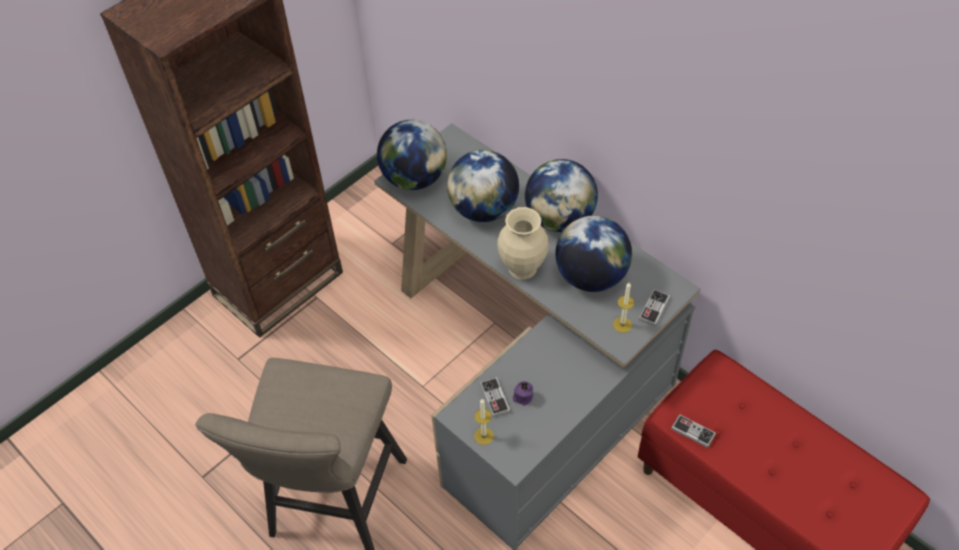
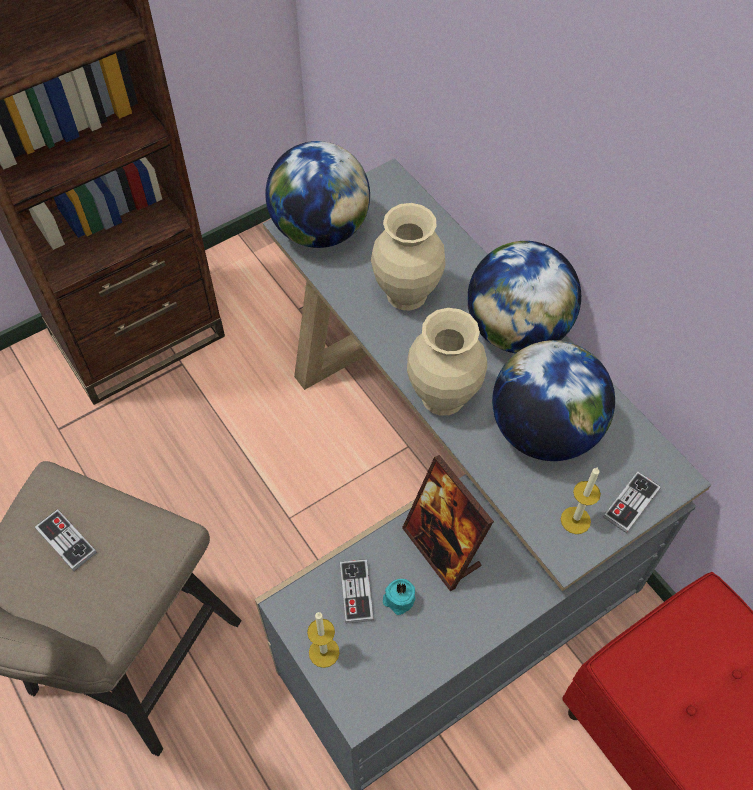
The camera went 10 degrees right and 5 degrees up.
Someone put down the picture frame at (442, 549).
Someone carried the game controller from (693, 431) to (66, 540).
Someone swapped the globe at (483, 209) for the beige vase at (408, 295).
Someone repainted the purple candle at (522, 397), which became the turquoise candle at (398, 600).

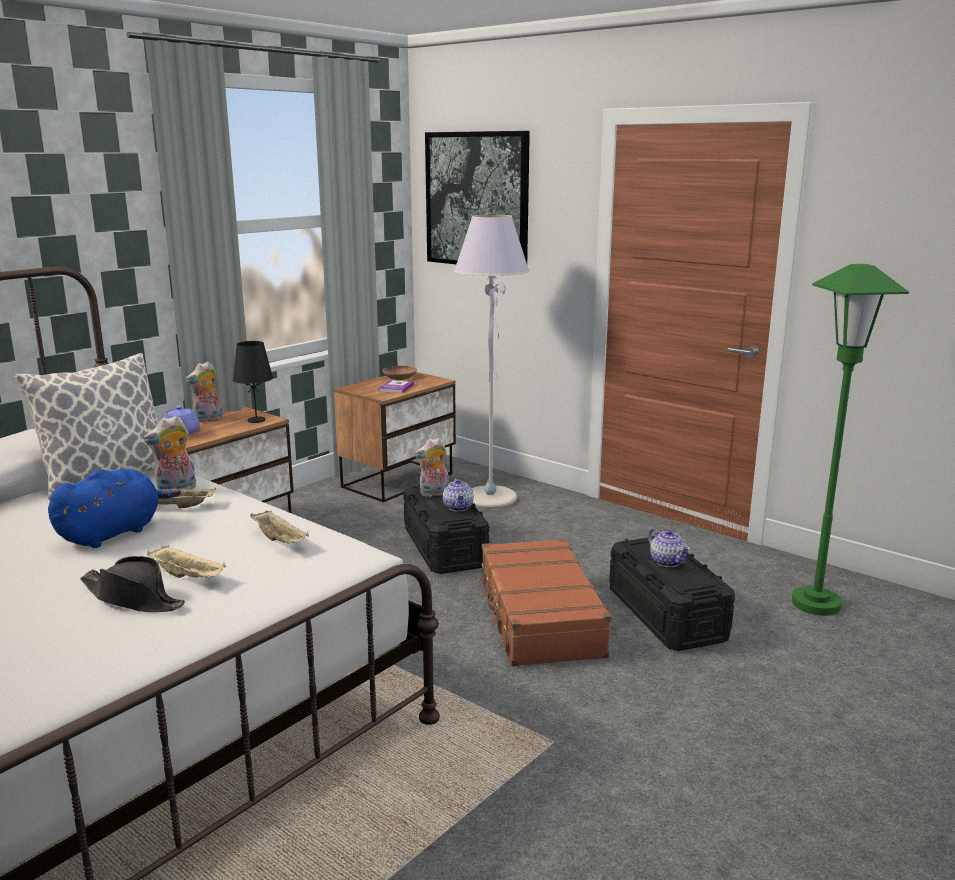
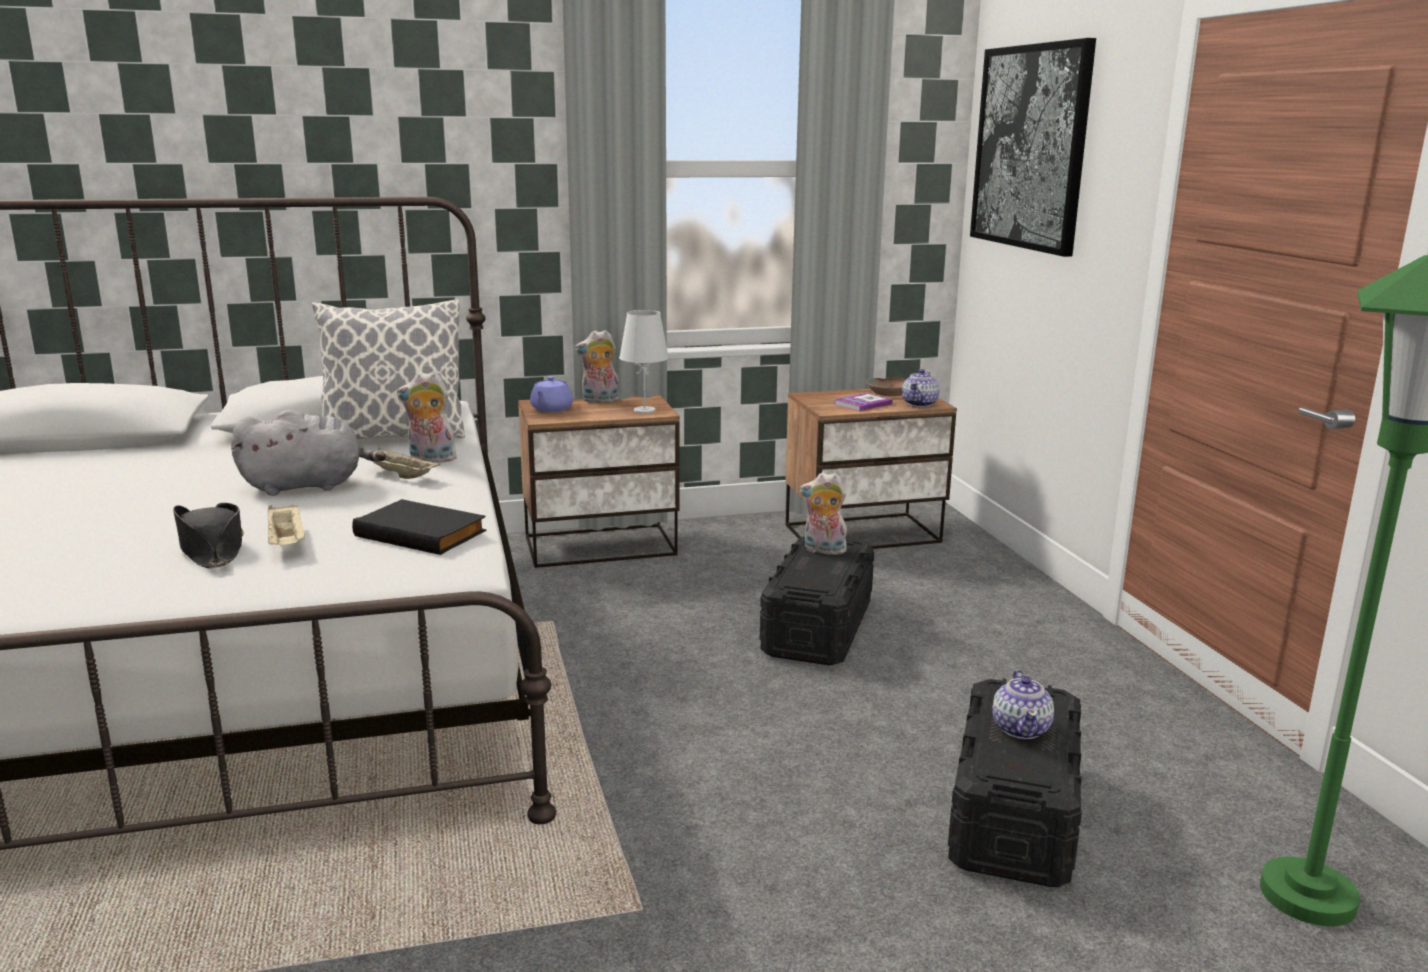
The camera went 35 degrees right and 0 degrees up.
Someone took away the grey floor lamp at (490, 498).
Someone took away the brown suitcase at (538, 617).
Someone carried the teapot from (458, 507) to (920, 404).
Someone swapped the beige tray at (280, 540) for the black book at (423, 533).
Someone repainted the blue plush toy at (113, 533), which became the grey plush toy at (308, 486).
Someone repainted the black table lamp at (256, 420), which became the white table lamp at (644, 410).

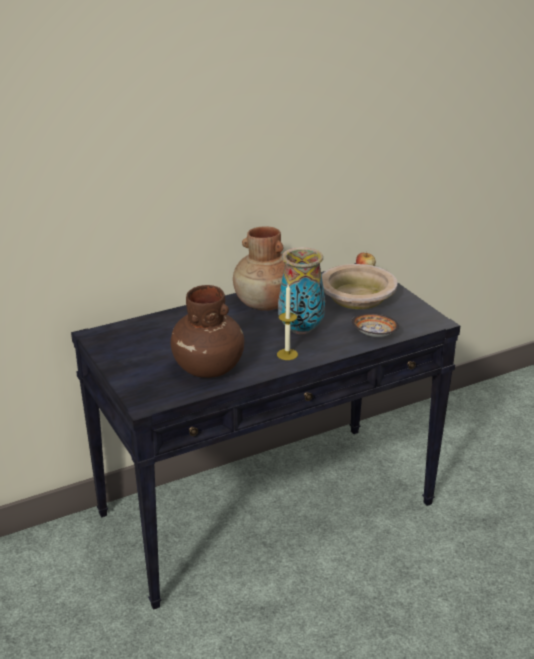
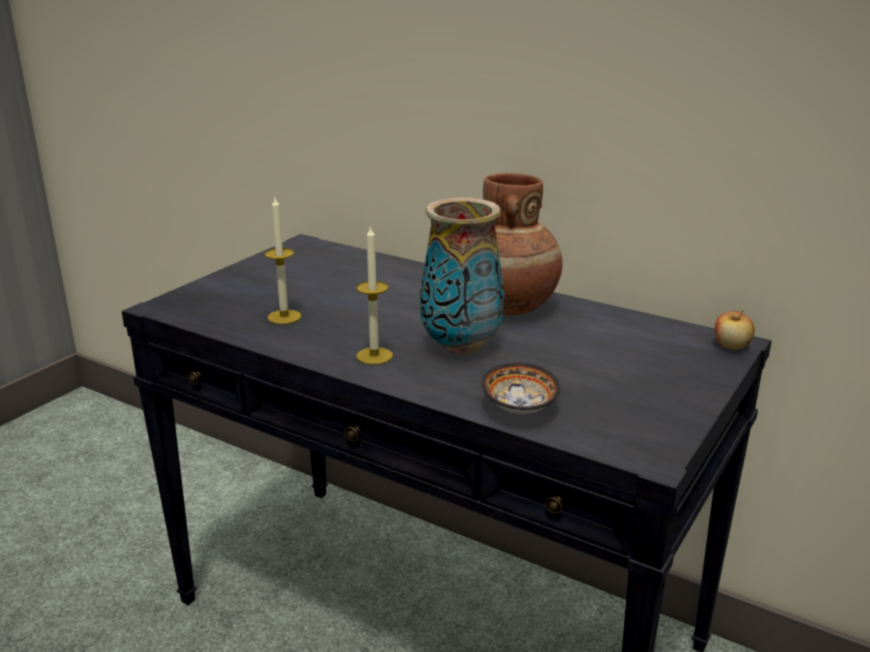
The camera went 60 degrees right and 5 degrees down.
Someone took away the beige bowl at (357, 297).
Someone swapped the brown vase at (208, 368) for the candle at (284, 317).

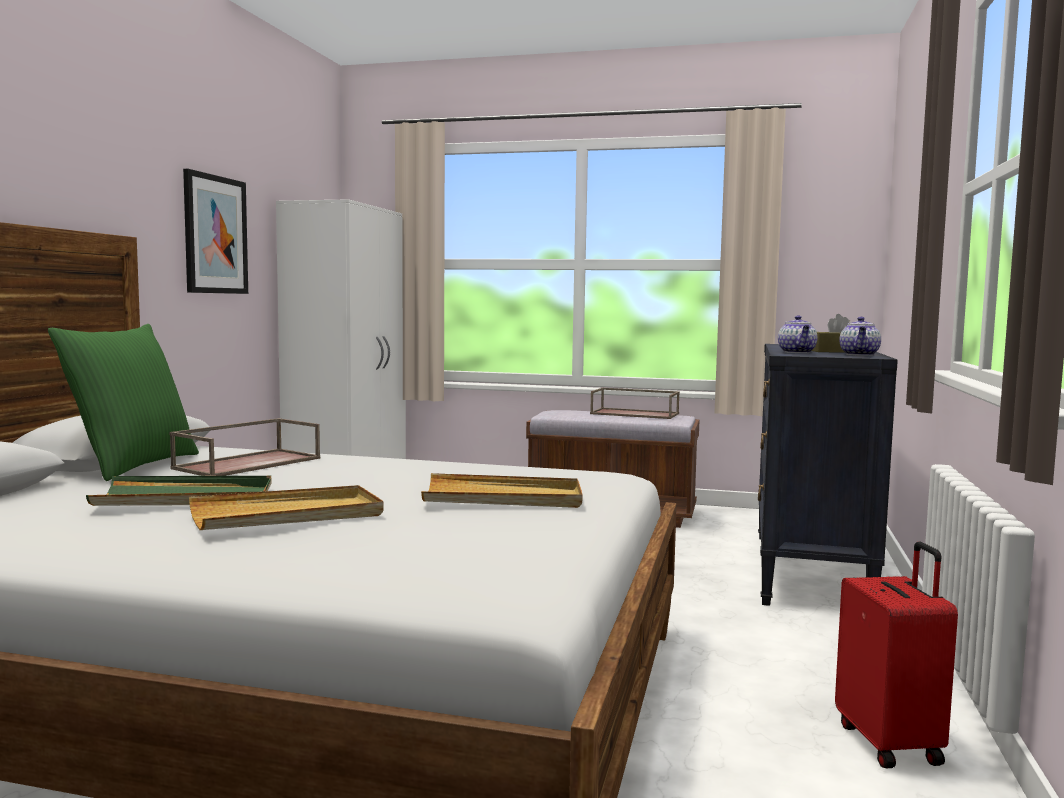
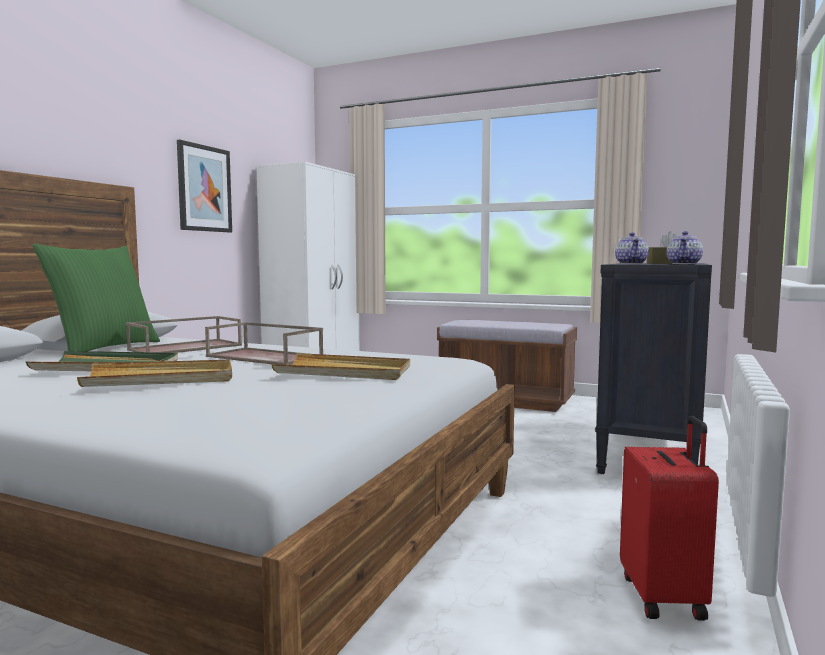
The camera went 10 degrees right and 0 degrees up.
Someone carried the brown tray from (635, 414) to (266, 357).

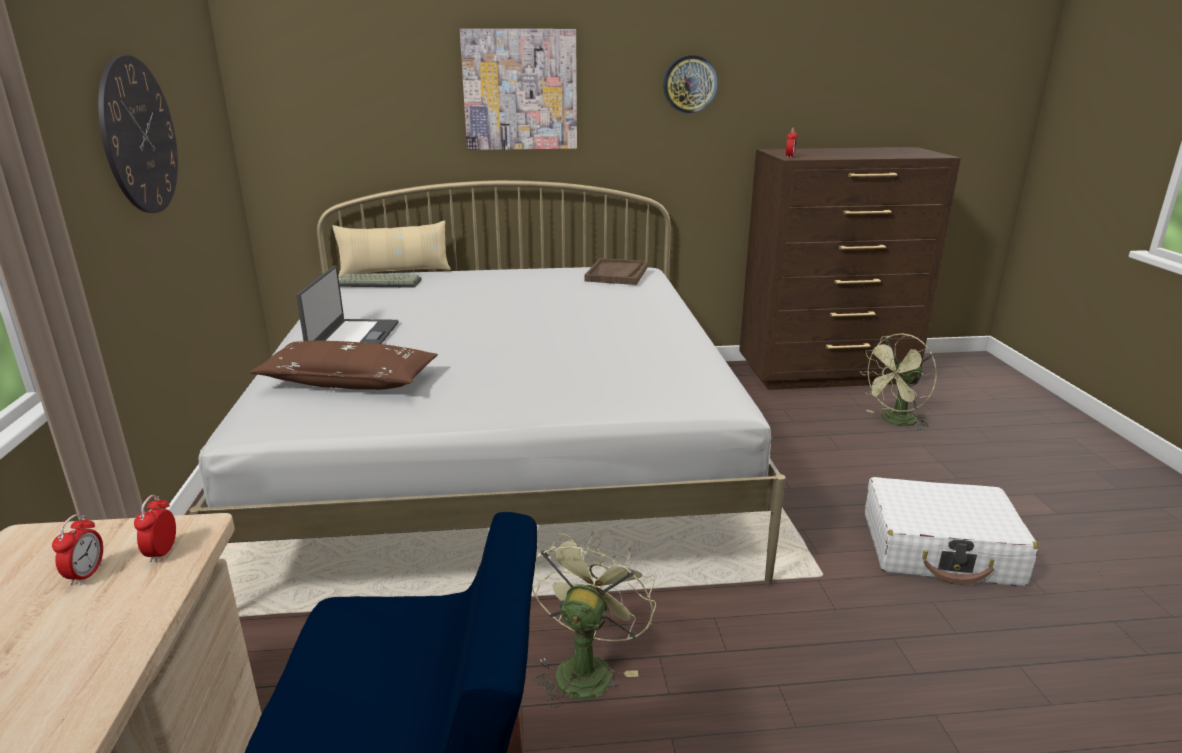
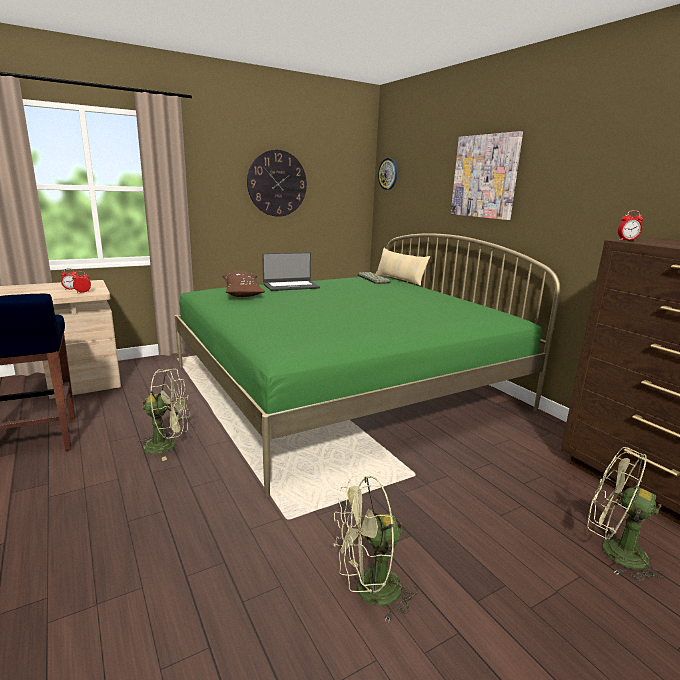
The camera went 65 degrees right and 5 degrees down.
Someone took away the brown tray at (617, 274).
Someone carried the wall clock from (690, 84) to (388, 174).
Someone swapped the white suitcase at (940, 549) for the green fan at (368, 591).
Someone repainted the white bed at (505, 457), which became the green bed at (345, 387).

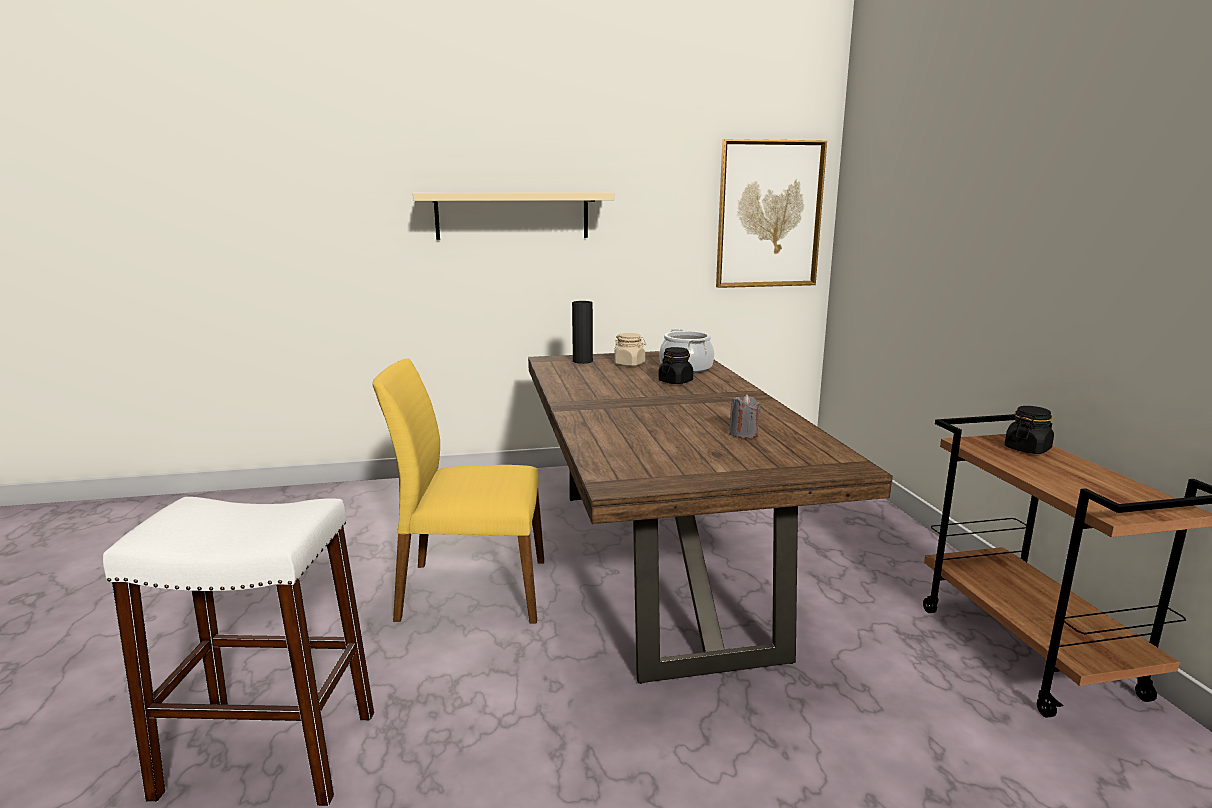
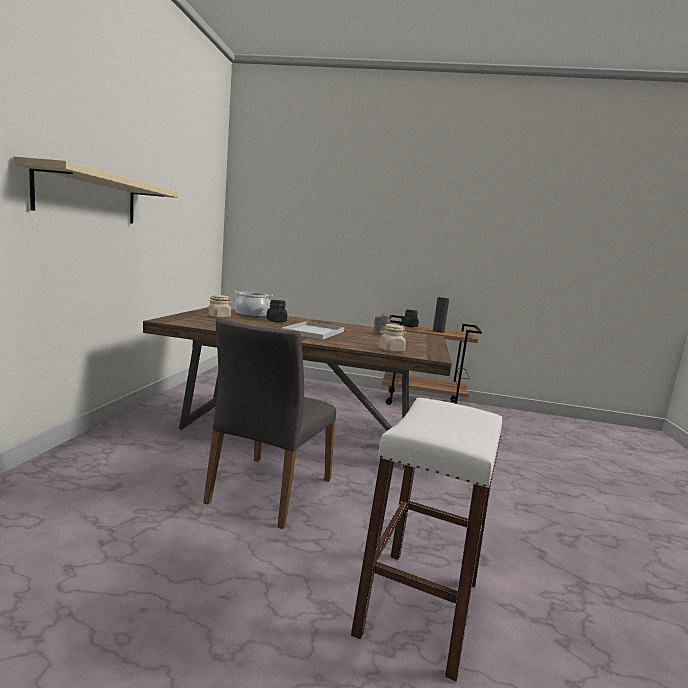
The camera went 70 degrees left and 5 degrees down.
Someone took away the picture at (769, 214).
Someone put down the white tray at (313, 331).
Someone put down the beige jar at (391, 350).
Someone carried the black vase from (582, 361) to (438, 331).
Someone repainted the yellow chair at (471, 590), which became the grey chair at (268, 490).

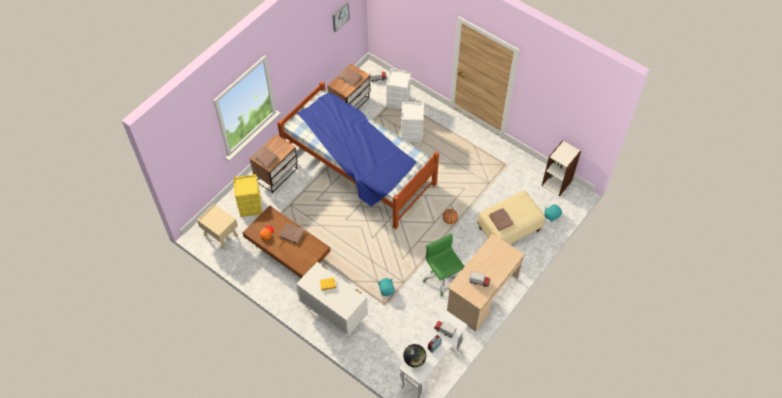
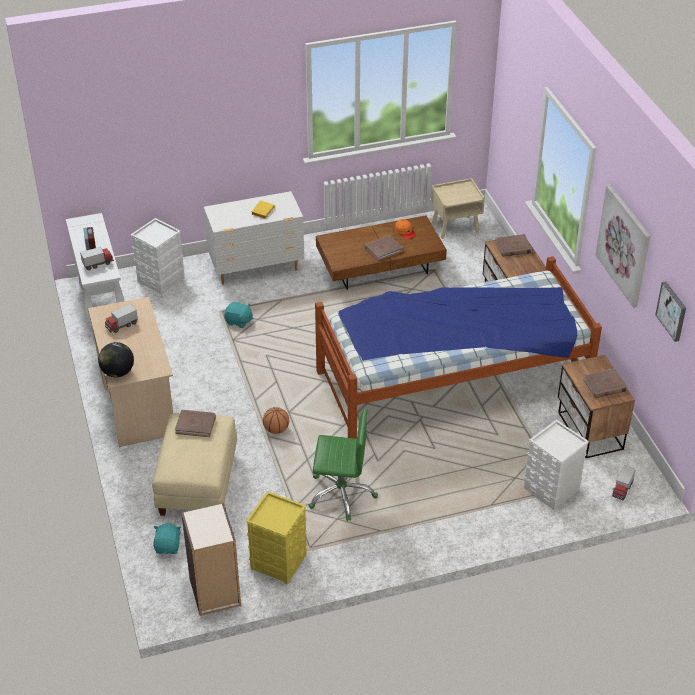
The camera went 125 degrees right and 15 degrees down.
Someone put up the picture at (623, 245).
Someone carried the yellow storage box from (250, 206) to (279, 561).
Someone carried the white storage box from (411, 134) to (161, 279).
Someone carried the globe from (414, 360) to (118, 372).
Someone carried the green office chair from (442, 278) to (341, 494).

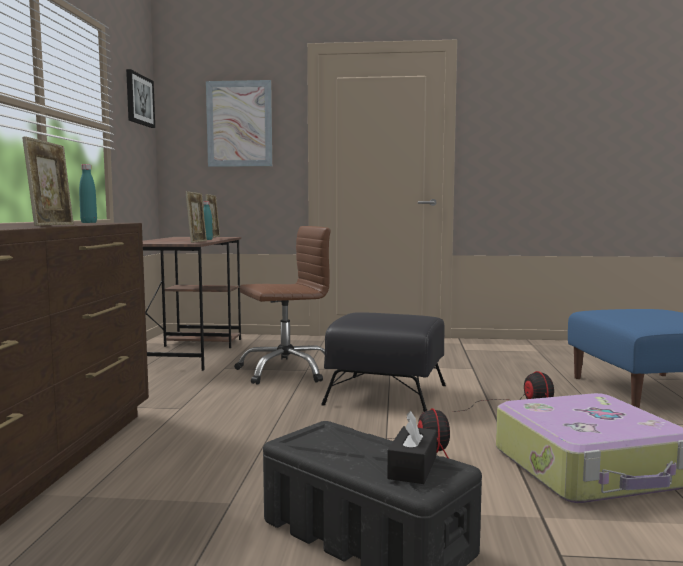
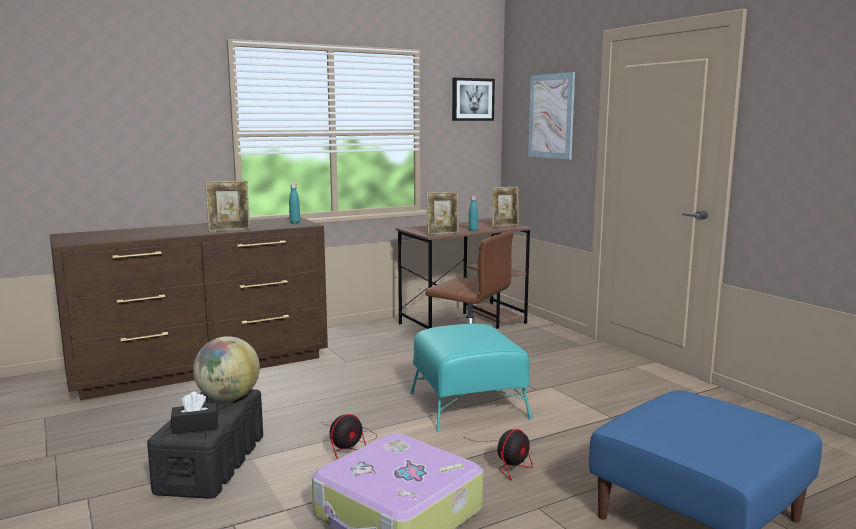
The camera went 55 degrees right and 5 degrees up.
Someone put down the globe at (228, 398).
Someone repainted the black ottoman at (387, 395), which became the turquoise ottoman at (468, 405).

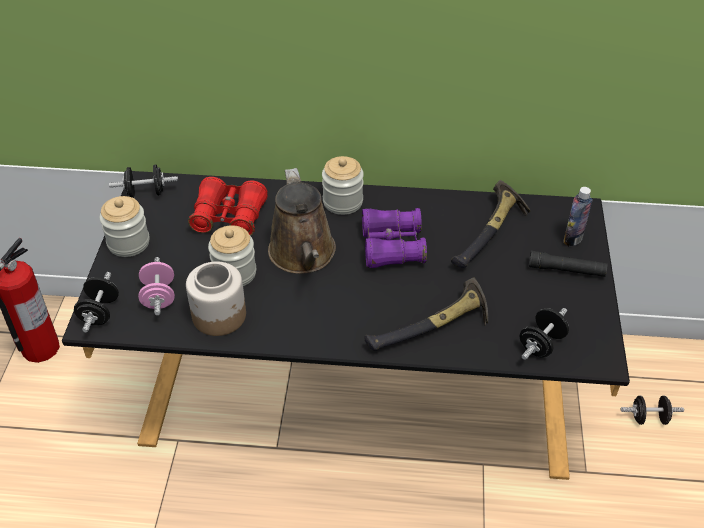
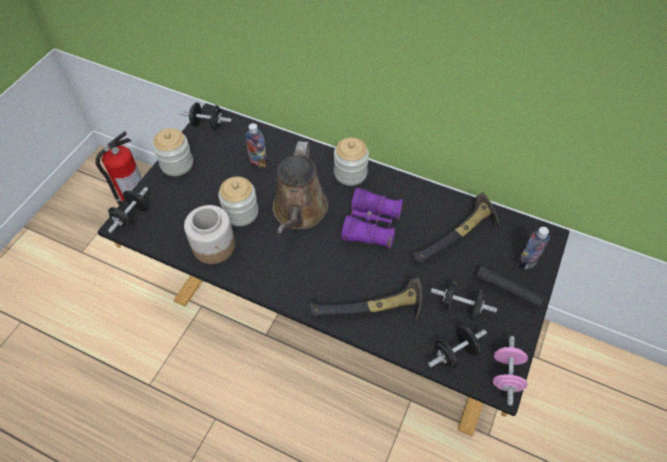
The camera went 20 degrees right and 10 degrees up.
Someone carried the pink dumbbell from (159, 297) to (506, 375).
Someone carried the black dumbbell from (648, 418) to (460, 307).
Someone swapped the red binoculars at (229, 217) for the bottle at (258, 162).

